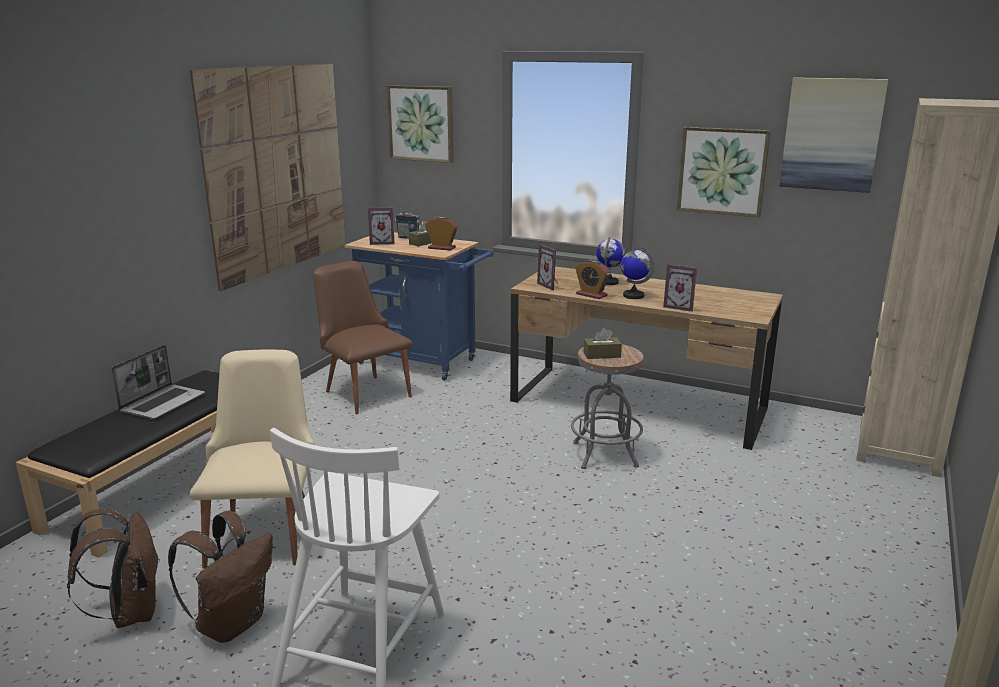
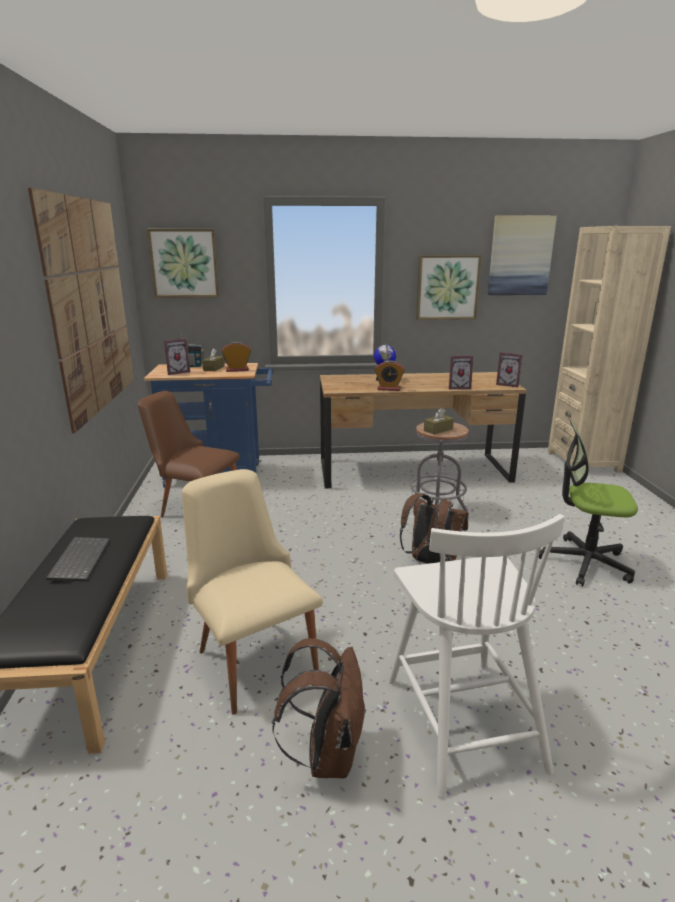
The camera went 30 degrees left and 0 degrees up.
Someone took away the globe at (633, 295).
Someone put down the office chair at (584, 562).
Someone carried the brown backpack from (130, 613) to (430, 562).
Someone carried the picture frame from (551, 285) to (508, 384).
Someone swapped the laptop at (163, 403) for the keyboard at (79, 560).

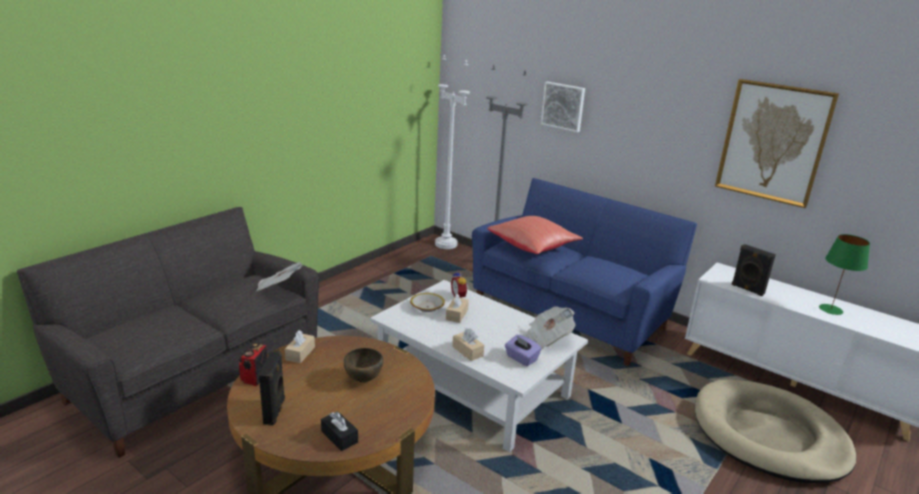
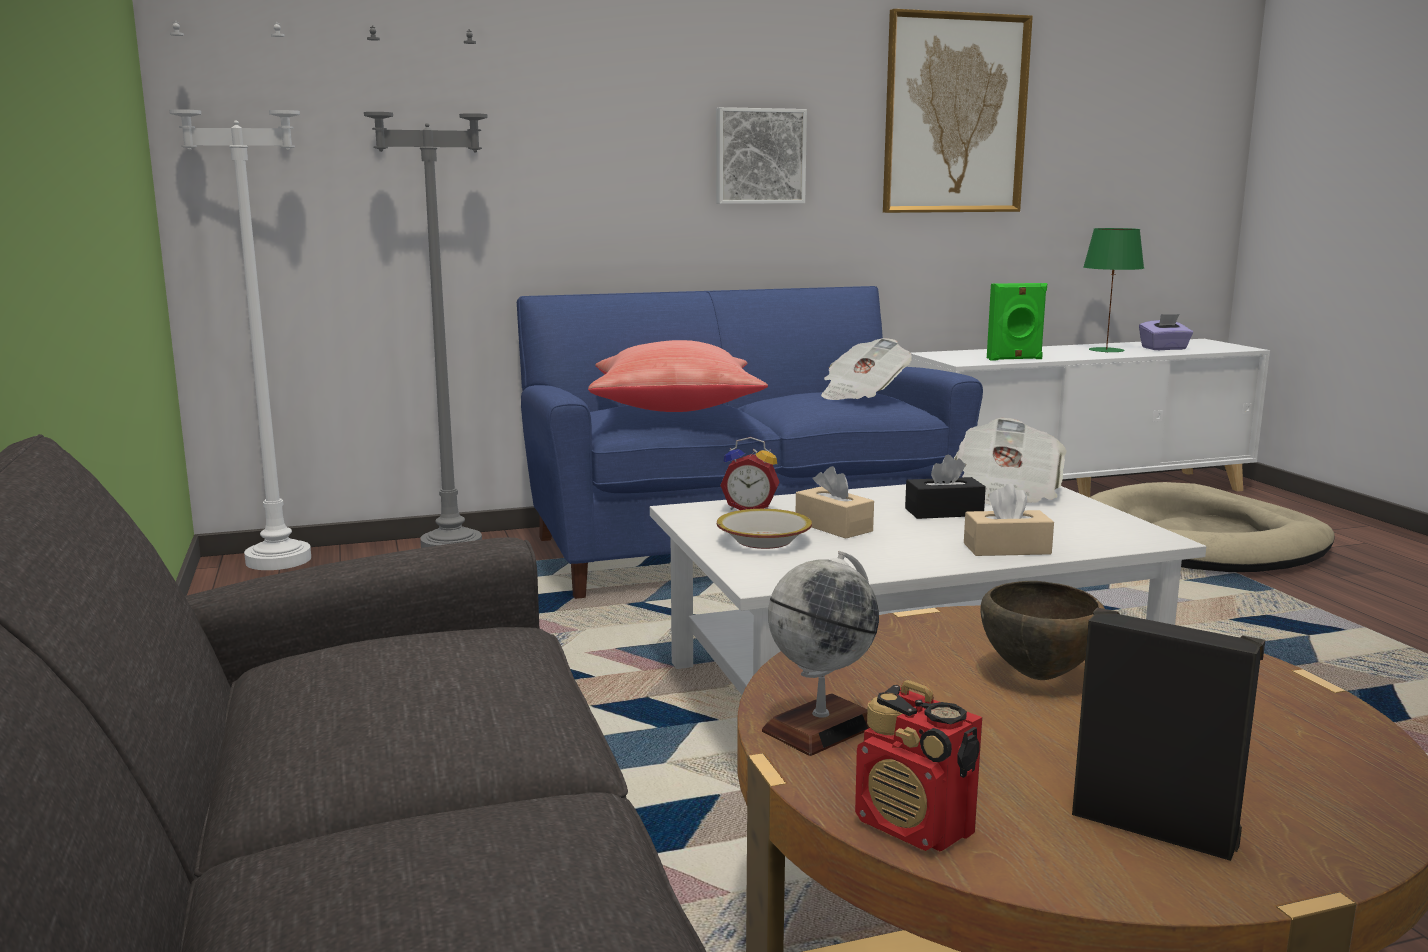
The camera went 55 degrees left and 10 degrees down.
Someone carried the newspaper from (278, 288) to (862, 394).
Someone carried the black tissue box from (339, 437) to (944, 512).
Someone carried the purple tissue box from (521, 358) to (1164, 348).
Someone carried the picture from (563, 106) to (759, 156).
Someone swapped the beige tissue box at (300, 353) for the globe at (821, 727).
Someone repainted the black speaker at (747, 289), which became the green speaker at (1014, 359).

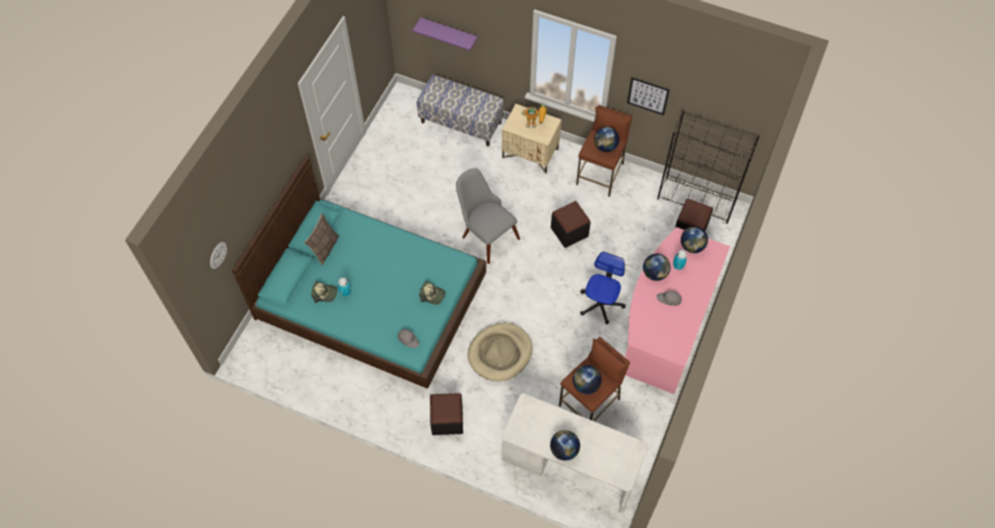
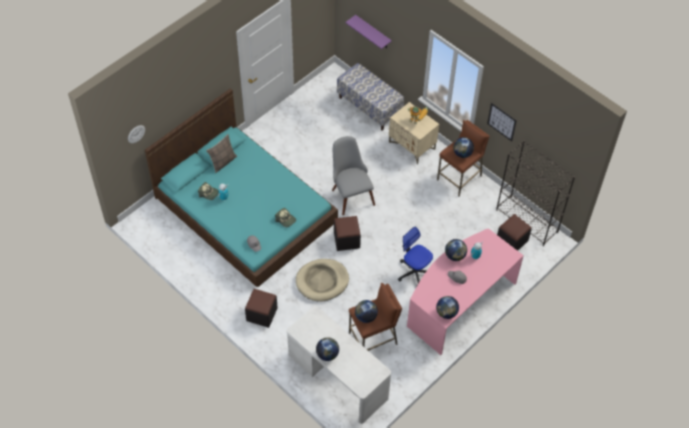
The camera went 20 degrees right and 5 degrees down.
Someone carried the black ottoman from (569, 232) to (346, 240).
Someone carried the globe from (692, 246) to (446, 313).
Someone rotated the office chair at (600, 304) by 90 degrees counterclockwise.

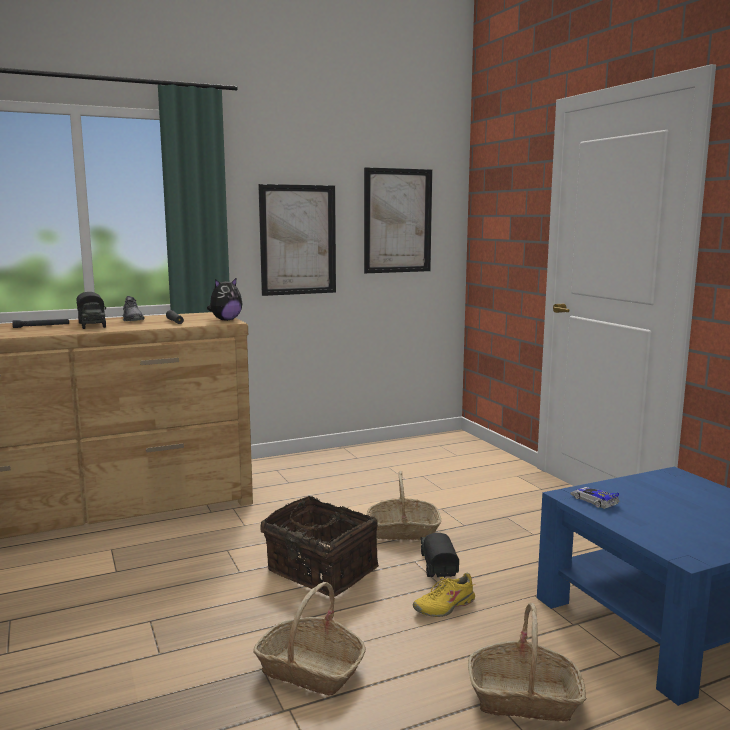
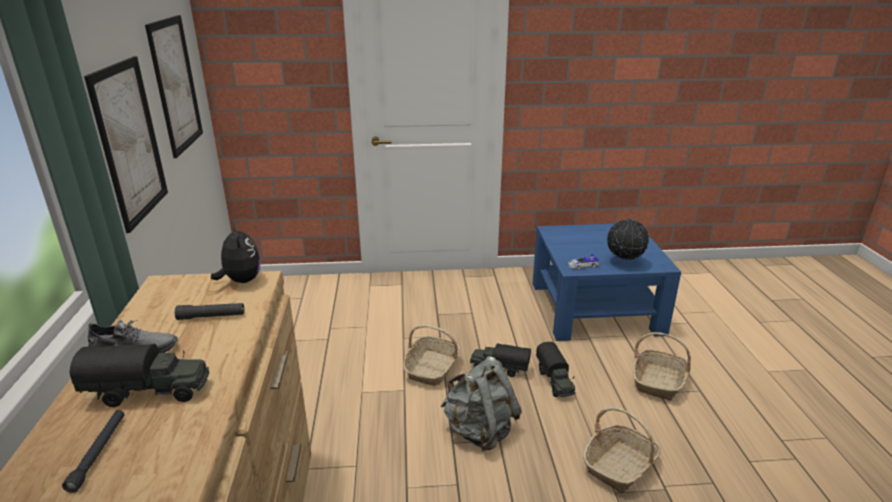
The camera went 70 degrees left and 15 degrees up.
Someone put down the globe at (624, 262).
Someone swapped the basket at (320, 571) for the grey backpack at (479, 431).
Someone swapped the yellow shoe at (444, 606) for the toy truck at (555, 381).

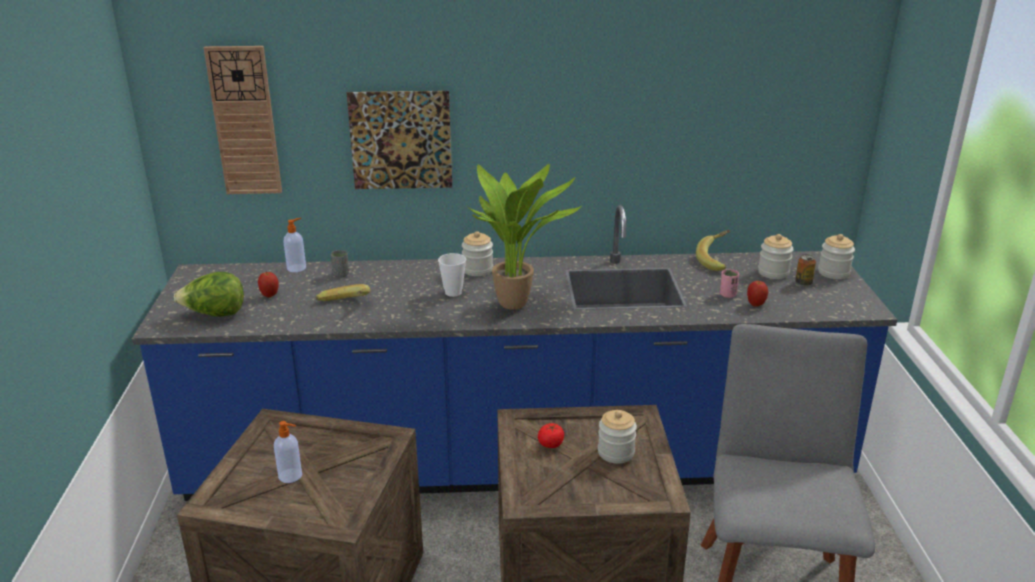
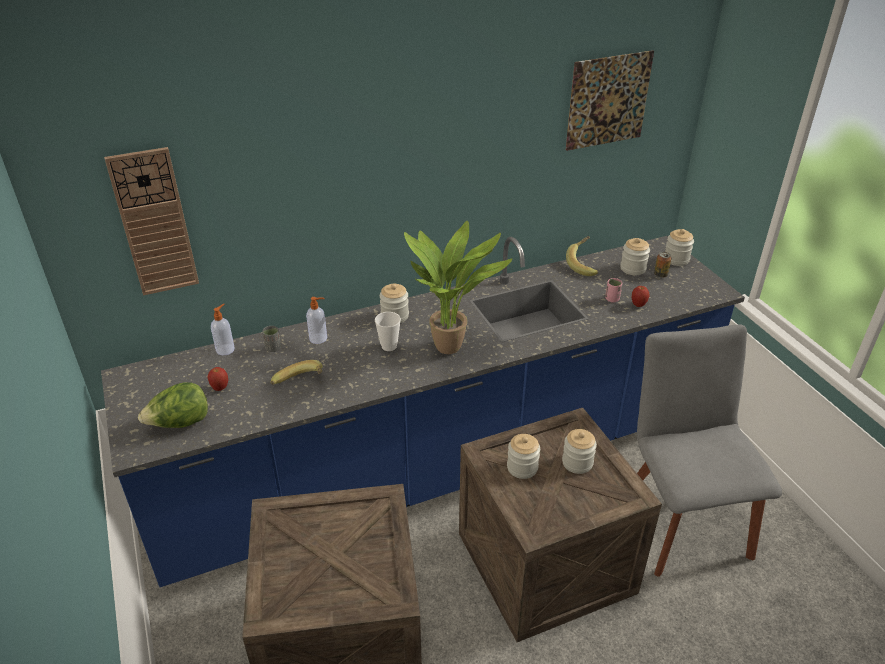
The camera went 20 degrees left and 10 degrees up.
Someone carried the soap dispenser from (291, 476) to (319, 338).
Someone carried the picture from (401, 140) to (608, 100).
Someone swapped the tomato at (551, 443) for the jar at (522, 467).

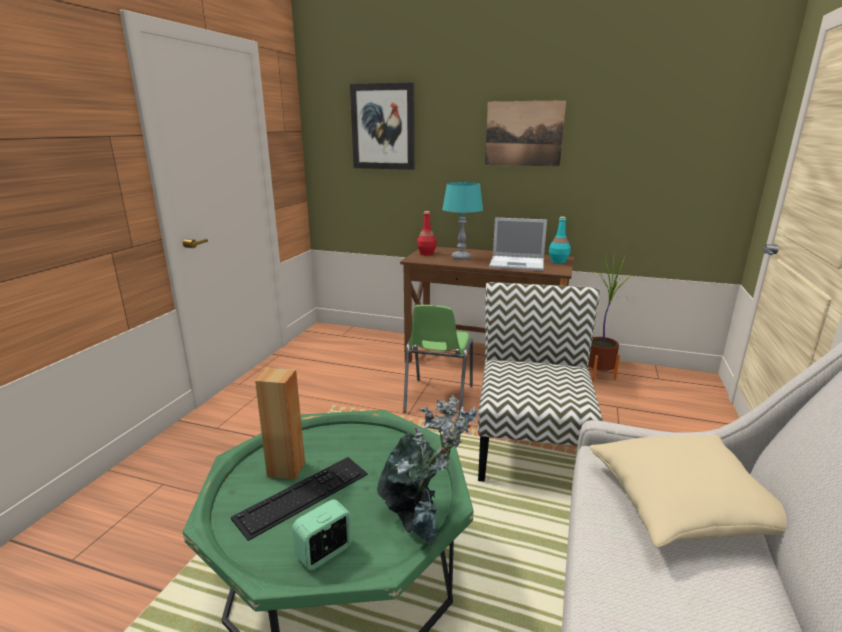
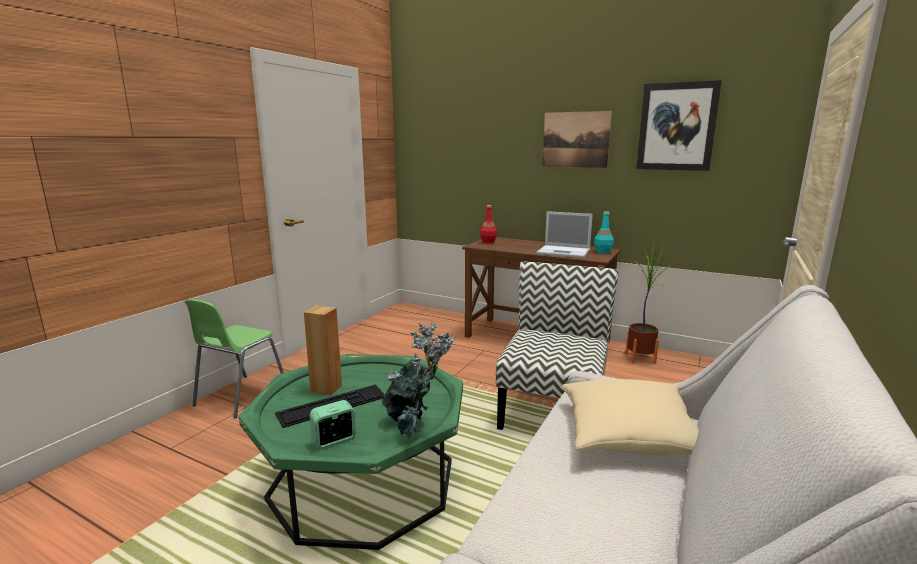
The camera went 10 degrees right and 5 degrees down.
Someone took away the turquoise table lamp at (461, 257).
Someone carried the picture from (383, 127) to (676, 127).
Someone carried the green chair from (437, 399) to (240, 396).

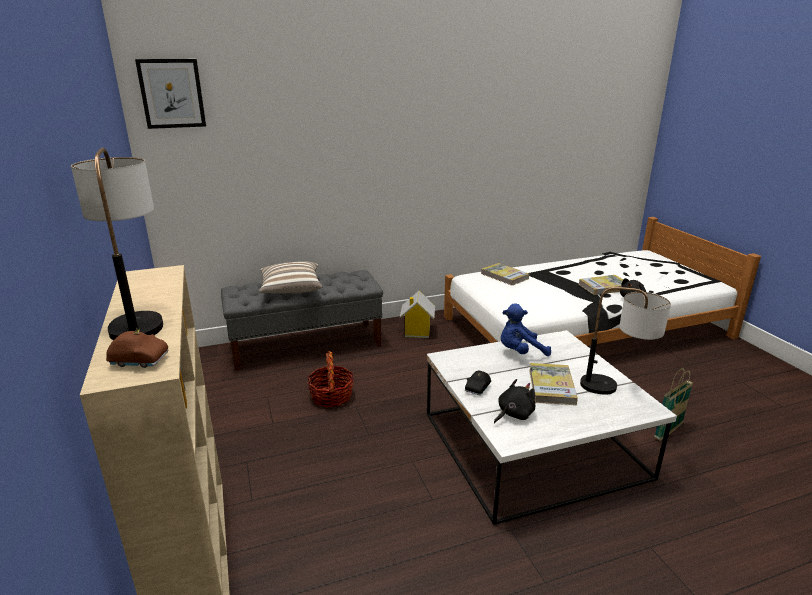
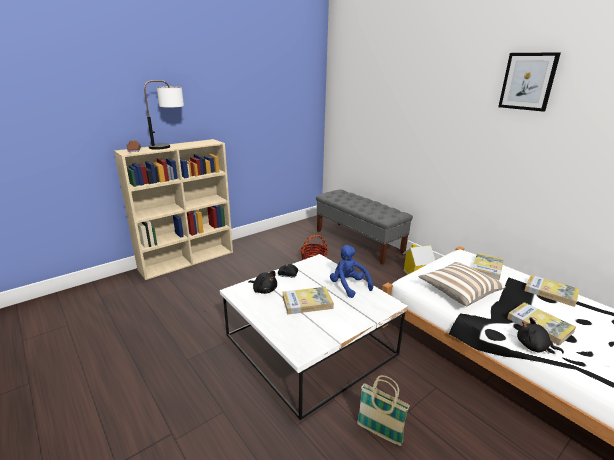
The camera went 70 degrees right and 0 degrees up.
Someone took away the table lamp at (616, 387).
Someone put down the book at (550, 292).
Someone carried the picture from (172, 93) to (527, 81).
Someone carried the pillow from (291, 289) to (458, 292).

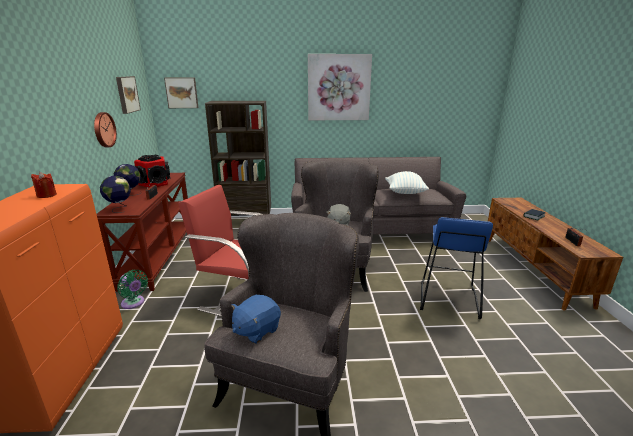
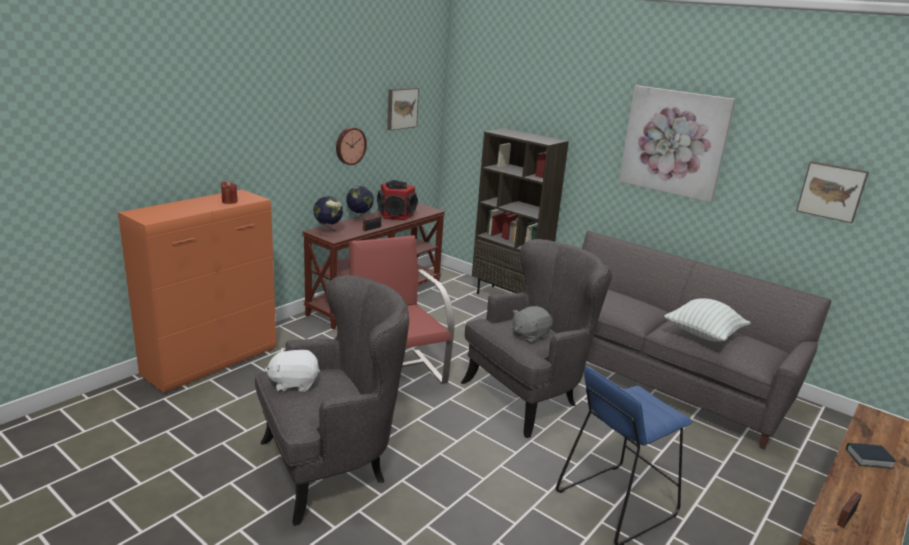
The camera went 40 degrees right and 0 degrees up.
Someone took away the green fan at (134, 303).
Someone carried the picture from (182, 92) to (831, 191).
Someone repainted the blue plush toy at (256, 330), which became the white plush toy at (294, 383).

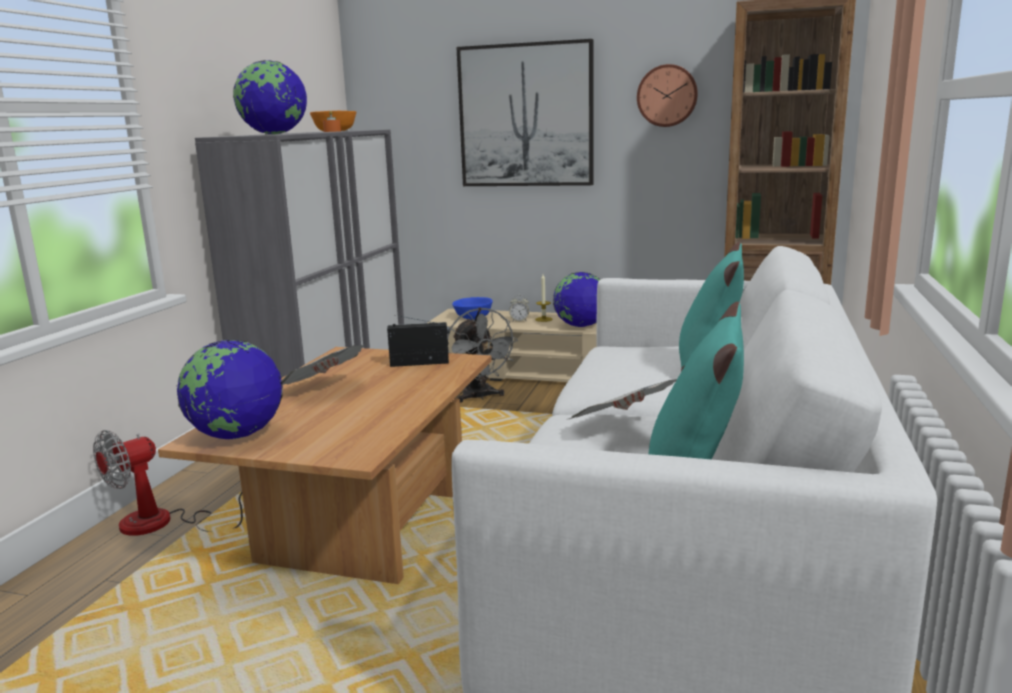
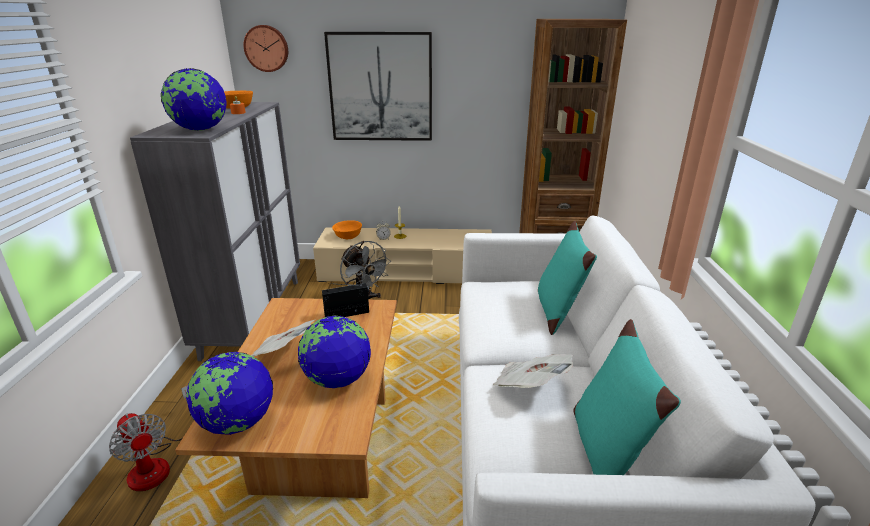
The camera went 15 degrees left and 10 degrees up.
Someone carried the globe from (580, 326) to (337, 380).
Someone carried the wall clock from (667, 96) to (267, 48).
Someone repainted the blue bowl at (473, 317), which became the orange bowl at (348, 236).
Someone rotated the fan at (163, 524) by 75 degrees counterclockwise.

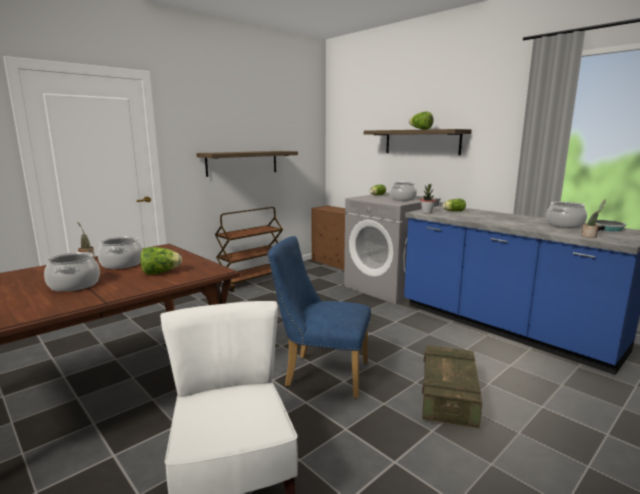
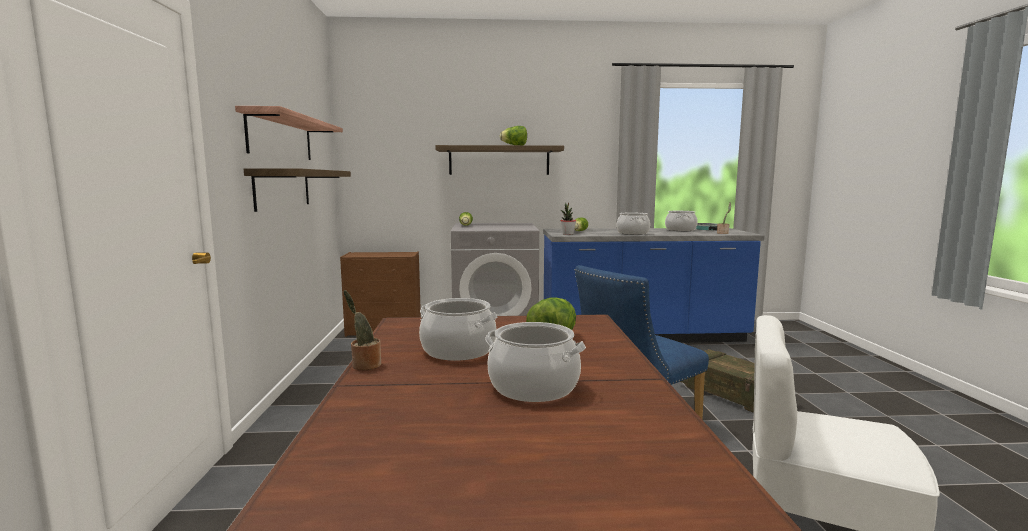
The camera went 50 degrees left and 5 degrees down.
Someone took away the brown cart at (251, 281).
Someone put up the shelf at (281, 138).
Someone carried the cooking pot from (403, 199) to (633, 233).

